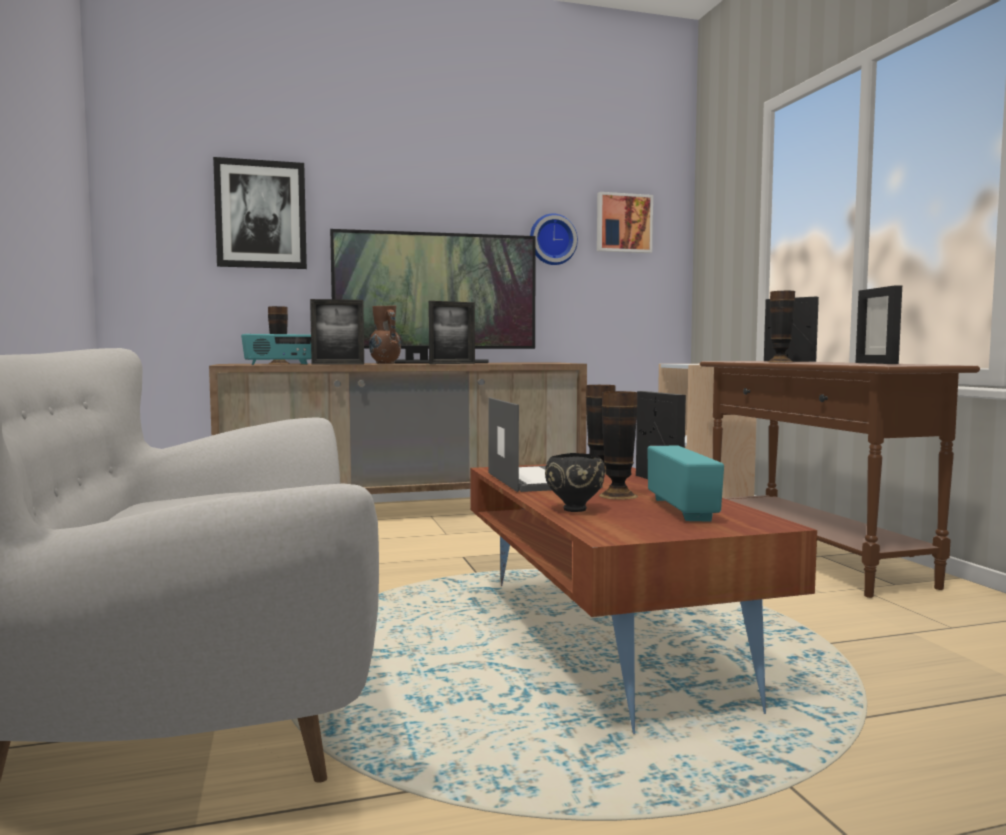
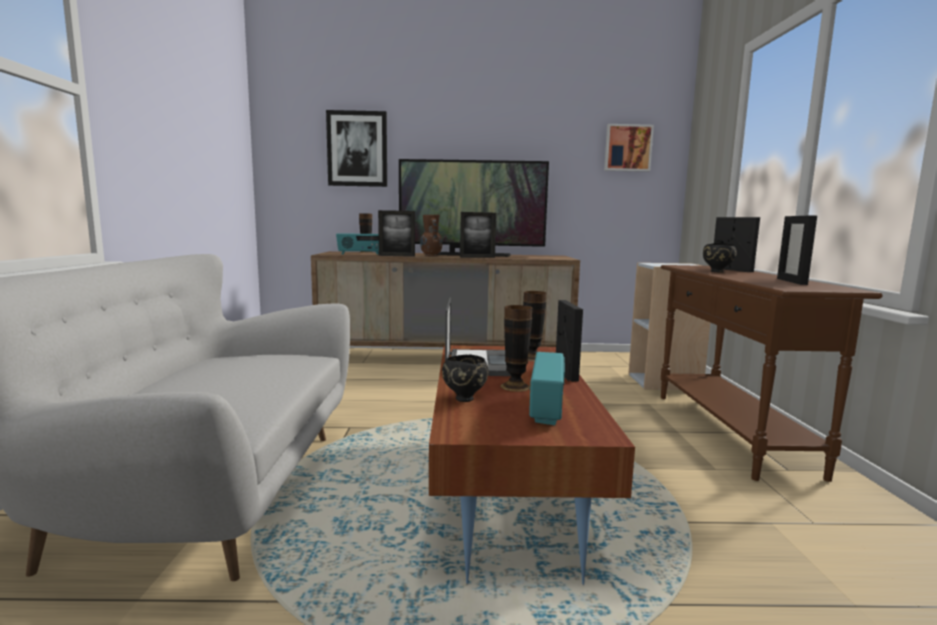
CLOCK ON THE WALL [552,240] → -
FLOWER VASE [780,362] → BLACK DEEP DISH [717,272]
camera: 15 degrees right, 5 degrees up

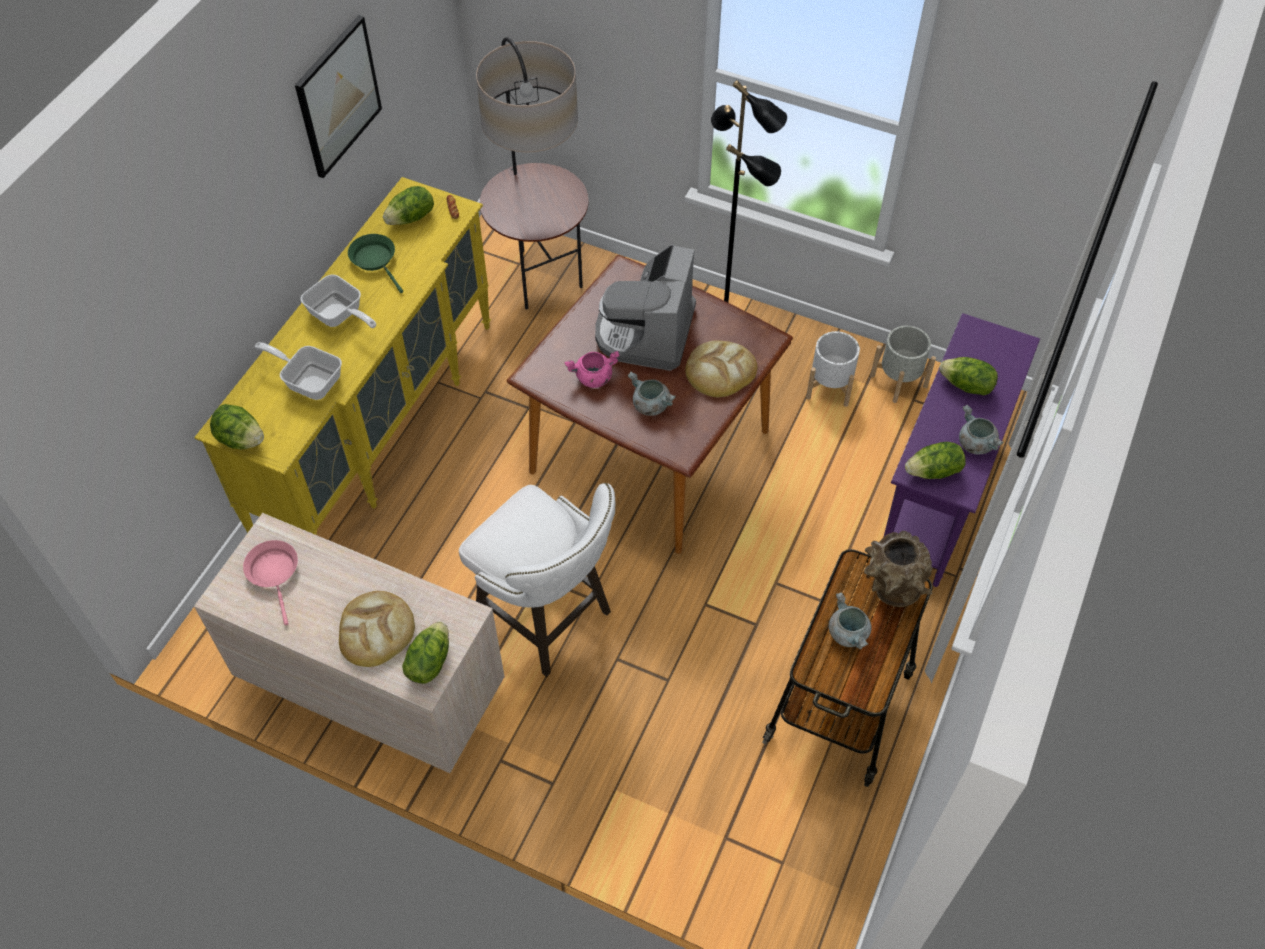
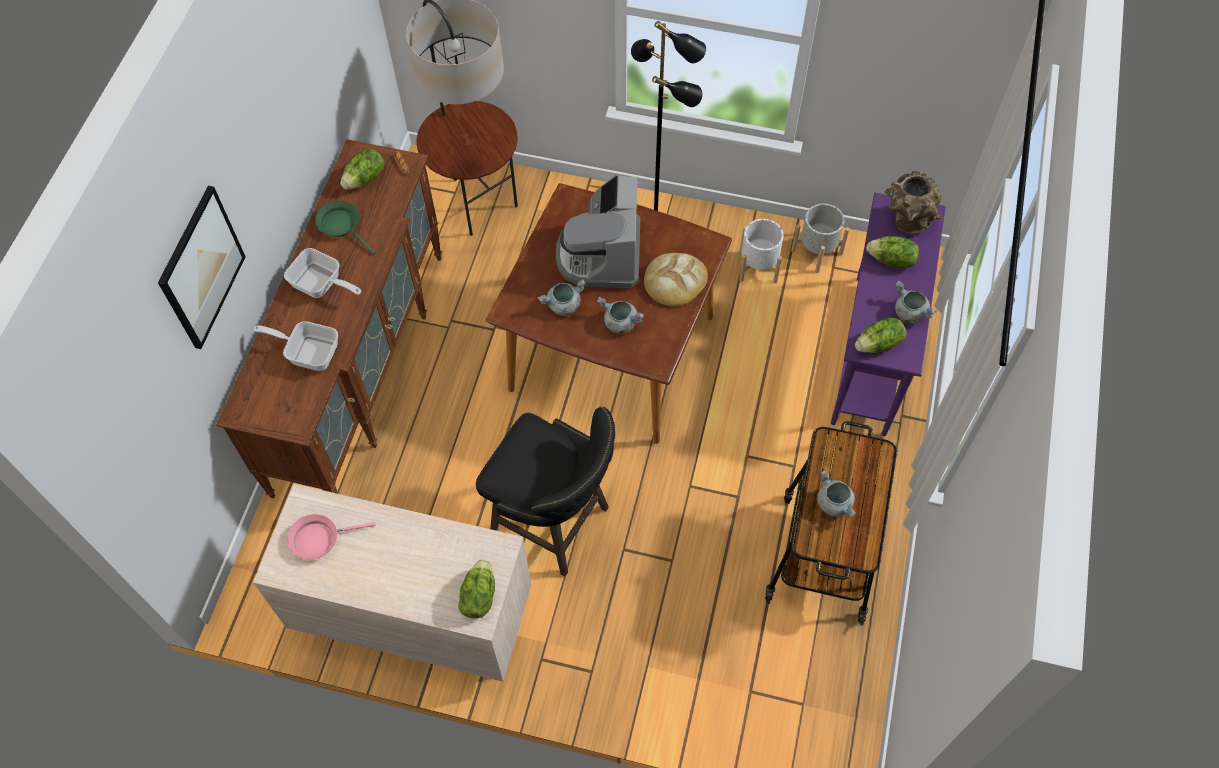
LETTUCE [241,440] → -
BREAD [376,630] → -
PICTURE [338,96] → PICTURE [201,268], move
BROWN FLOWER VASE [891,590] → BROWN FLOWER VASE [906,222], move
YELLOW-COLOURED CUPBOARD [380,428] → BROWN CUPBOARD [362,371]
WHITE-COLOURED SITTING STOOL [548,619] → BLACK SITTING STOOL [555,524]
PINK STOCKPOT [593,378] → GREY STOCKPOT [563,306]
PINK SKILLET [274,573] → PINK SKILLET [319,539], 75 degrees counterclockwise
camera: 10 degrees left, 5 degrees up

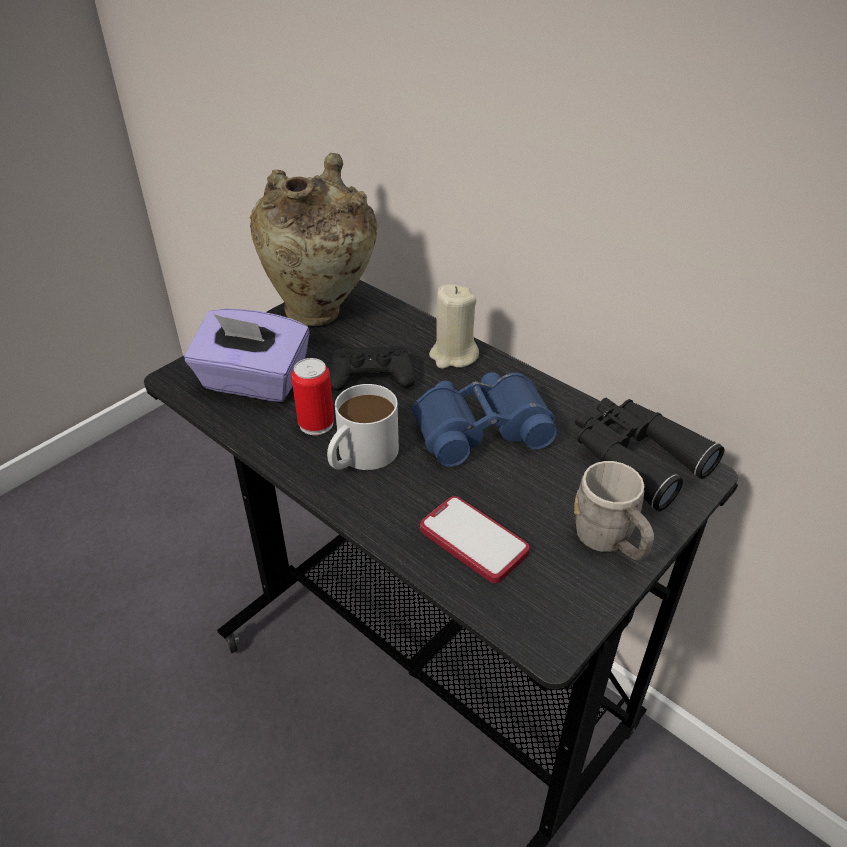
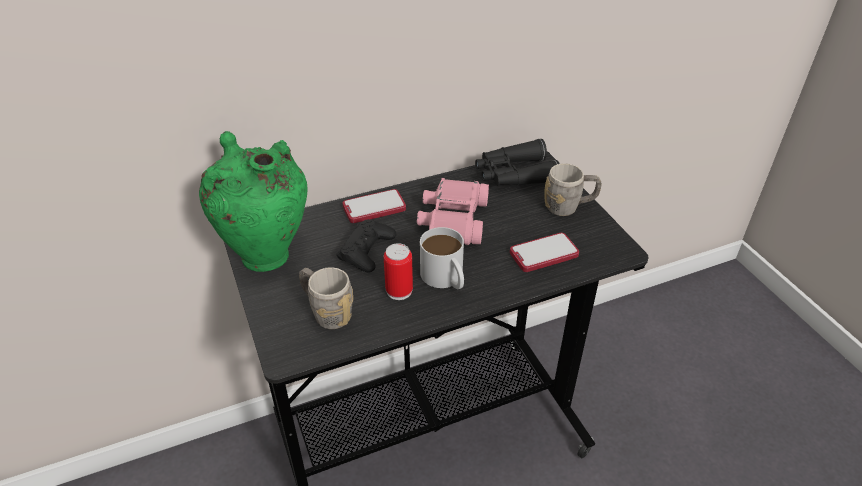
PURPLE-COLOURED BOX OF TISSUES [253,382] → GREY TEA MUG [327,312]
BEIGE WAX LIGHT [453,355] → TELEPHONE [374,208]
BEIGE FLOWER VASE [322,311] → GREENISH FLOWER VASE [267,253]
BLUE BINOCULARS [481,428] → PINK BINOCULARS [453,220]
camera: 65 degrees left, 0 degrees up

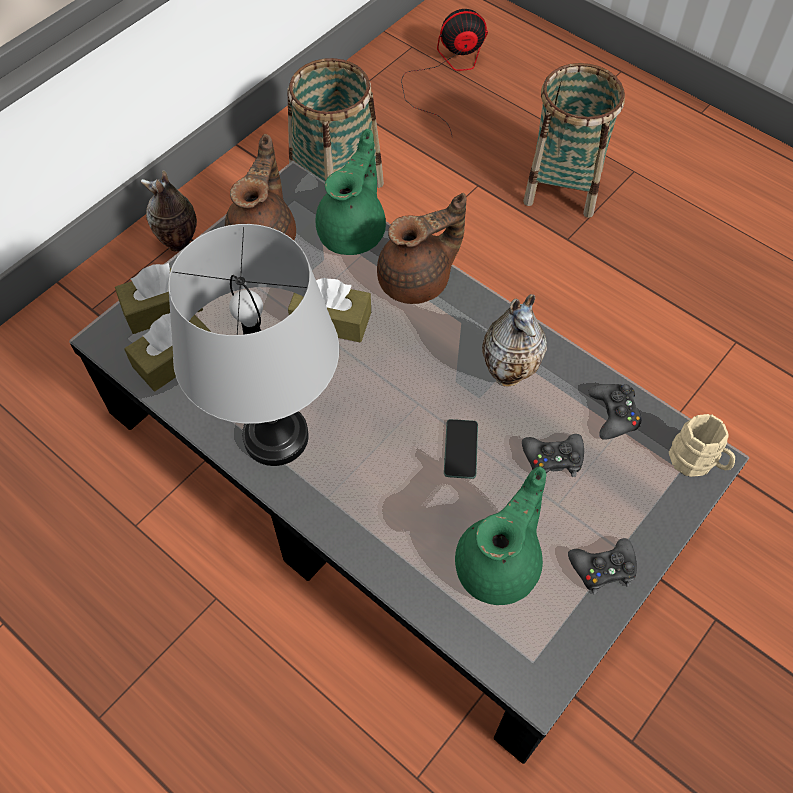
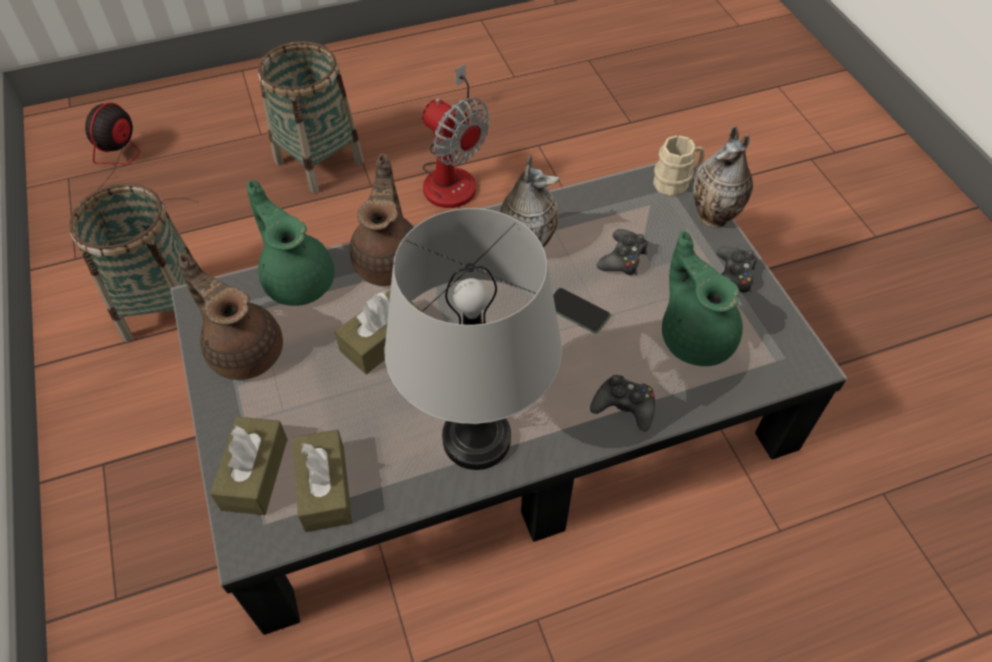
- → COOLING FAN [452,174]
FLOWER VASE [179,243] → FLOWER VASE [715,218], move
BLACK GAME CONTROLLER [614,414] → BLACK GAME CONTROLLER [624,406], move
camera: 60 degrees left, 5 degrees down

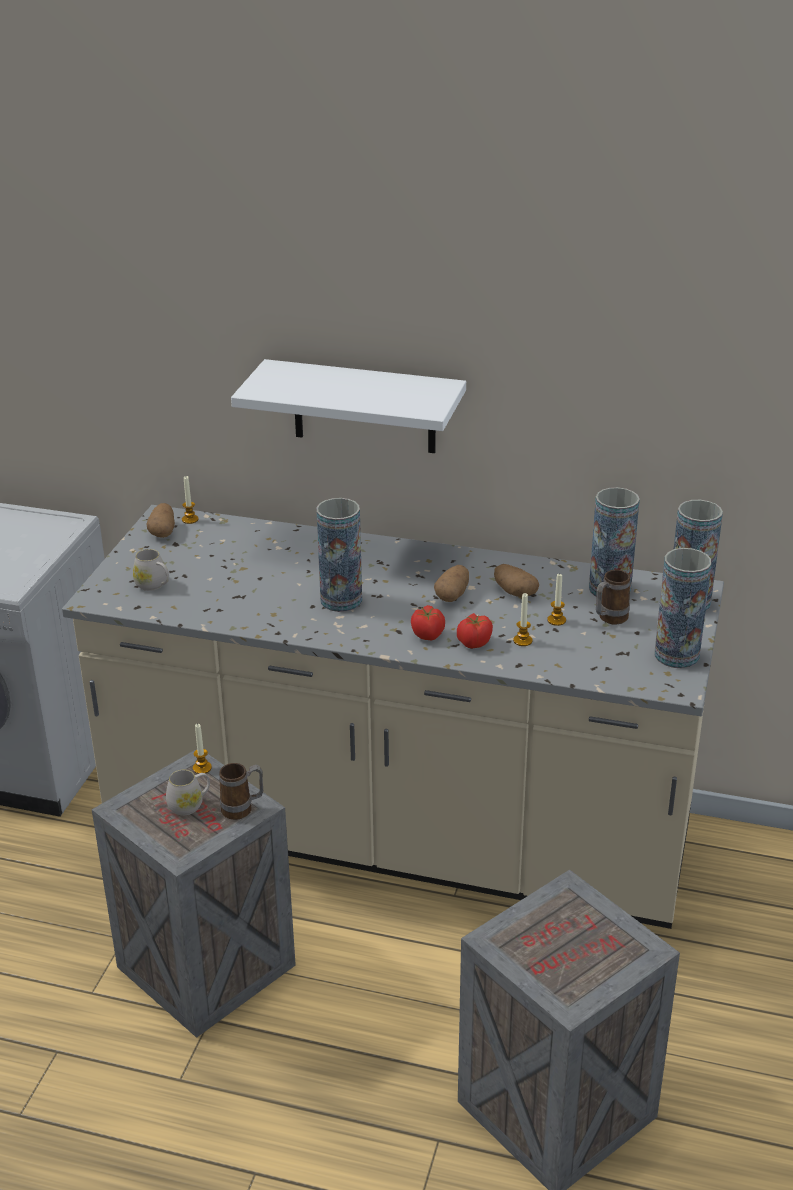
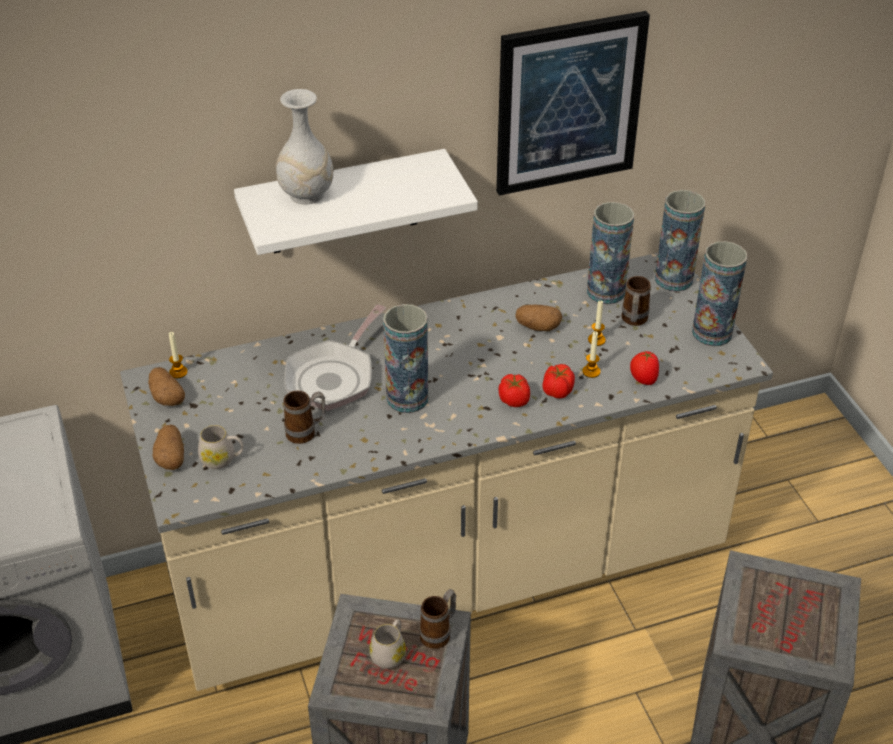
WAX LIGHT [202,768] → -
- → WHITE-COLOURED FLOWER VASE [306,195]
- → TEA MUG [306,433]
- → SKILLET [334,376]
- → PICTURE [568,103]
- → TOMATO [643,380]
POTATO [453,595] → POTATO [171,457], move
camera: 35 degrees left, 10 degrees up

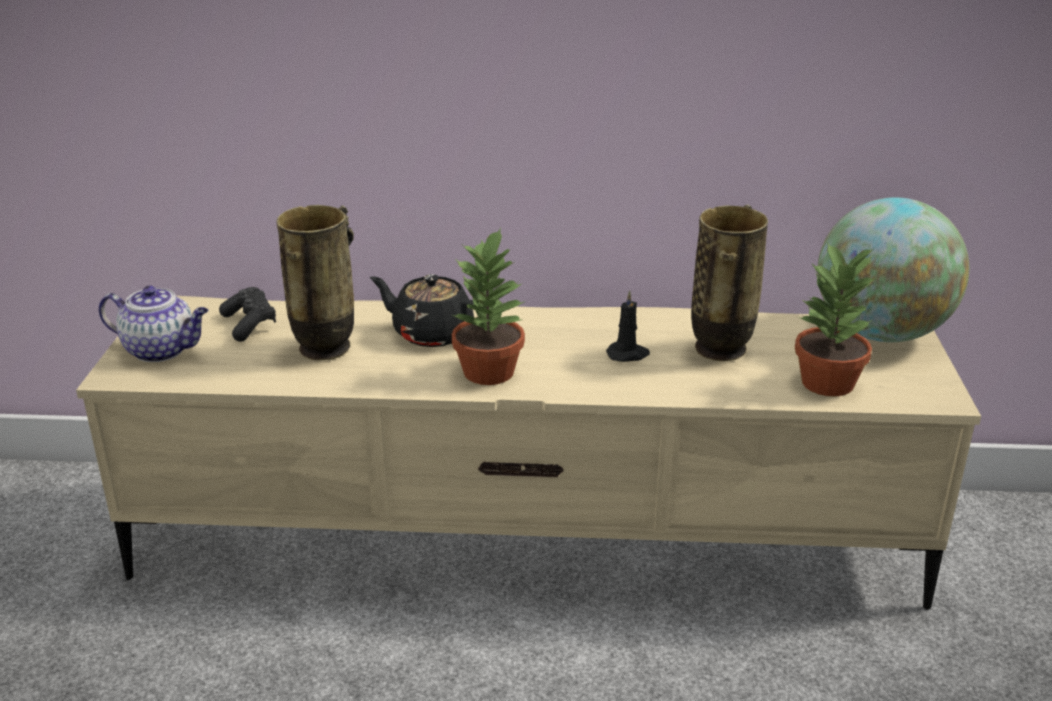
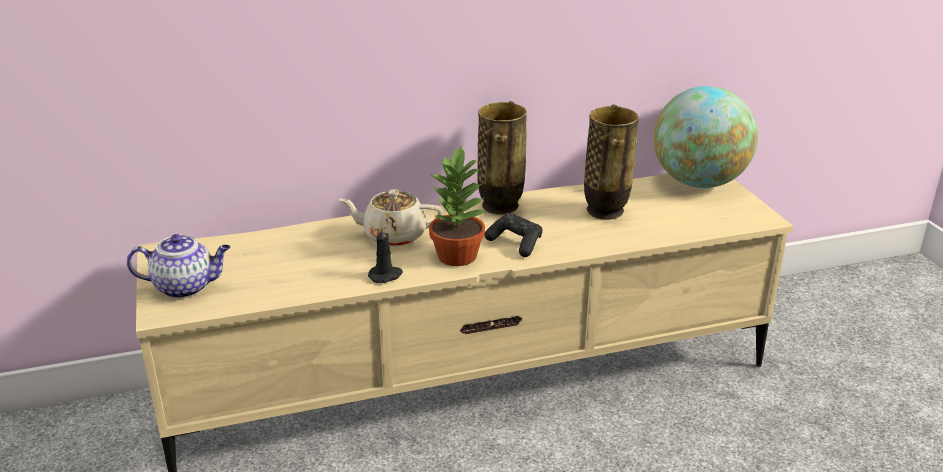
POTTED PLANT [828,384] → -
BLACK GAME CONTROLLER [249,325] → BLACK GAME CONTROLLER [515,243], move
FLOWER VASE [325,349] → FLOWER VASE [500,206], move
BLACK WAX LIGHT [628,354] → BLACK WAX LIGHT [386,275], move
BLACK POT FOR TEA [431,333] → BEIGE POT FOR TEA [393,235]
camera: 20 degrees left, 0 degrees up

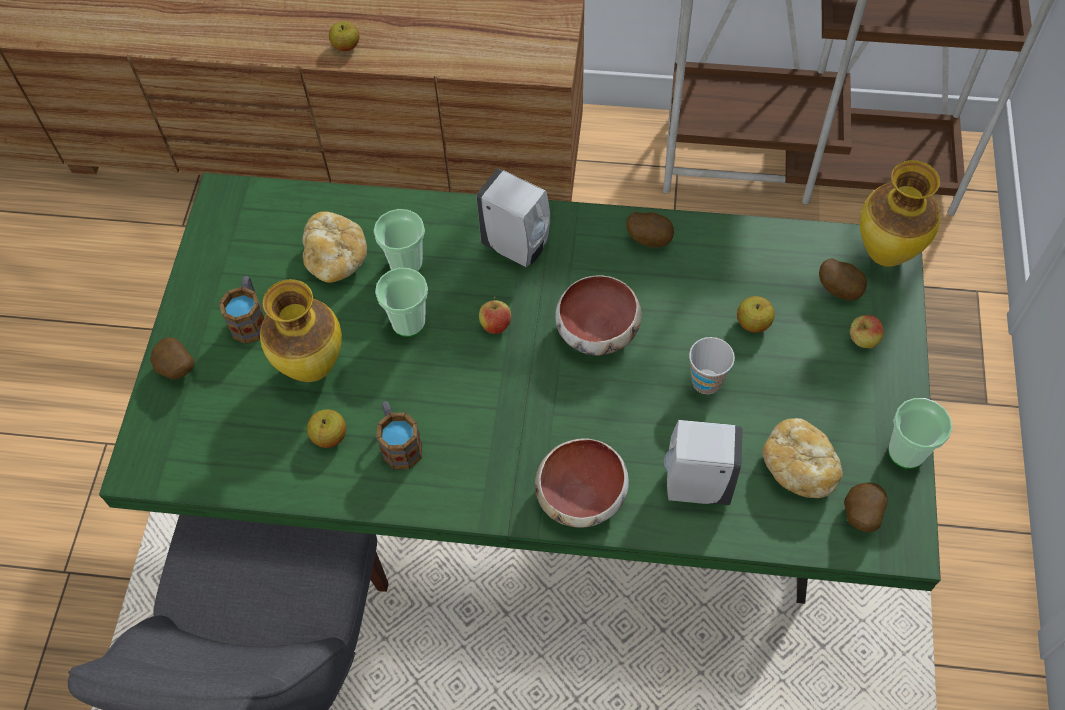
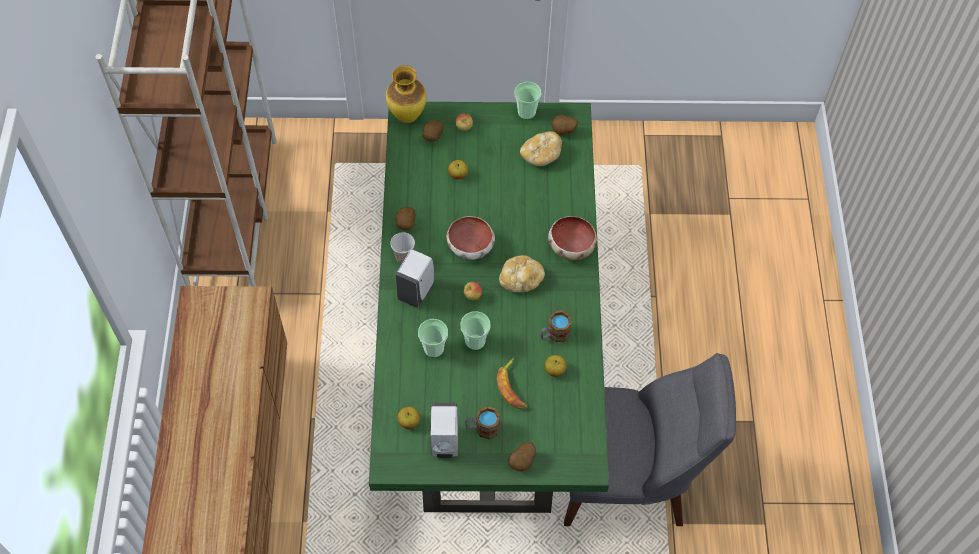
BREAD [336,258] → BREAD [521,279], move
WHOLE APPLE [346,46] → WHOLE APPLE [409,422], move
WHITE-COLOURED SOAP DISPENSER [694,485] → WHITE-COLOURED SOAP DISPENSER [445,444], move
CUP [706,381] → CUP [403,257], move
FLOWER VASE [312,369] → BANANA [512,387]
camera: 100 degrees left, 0 degrees up

